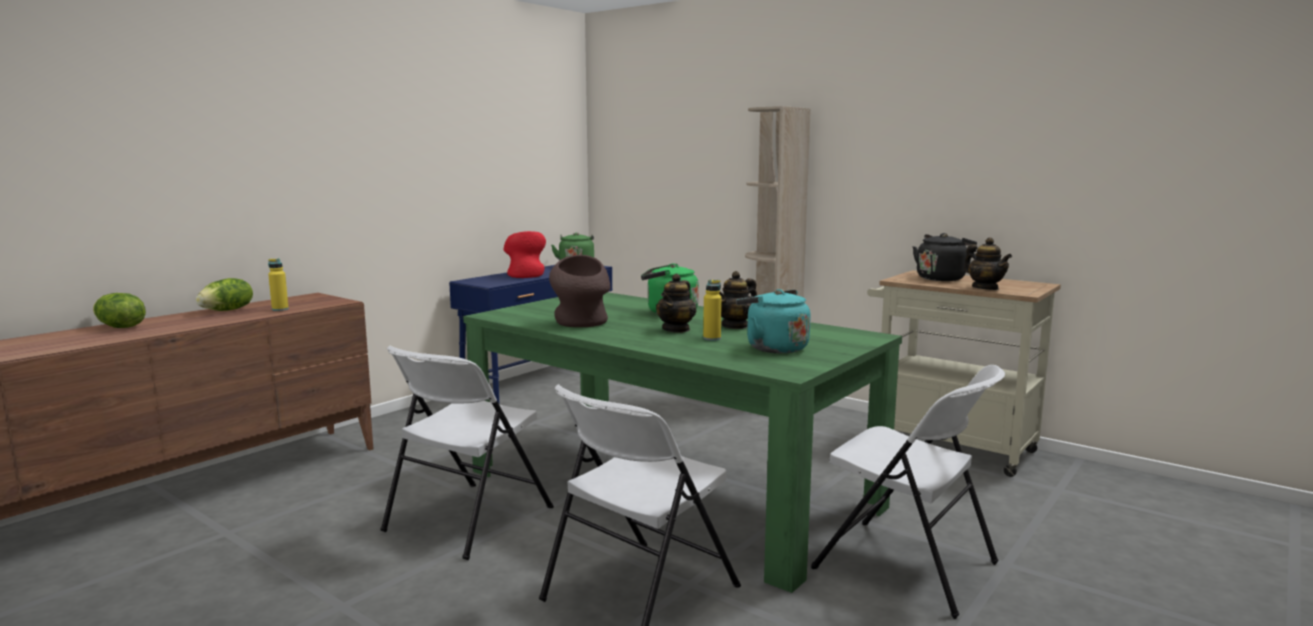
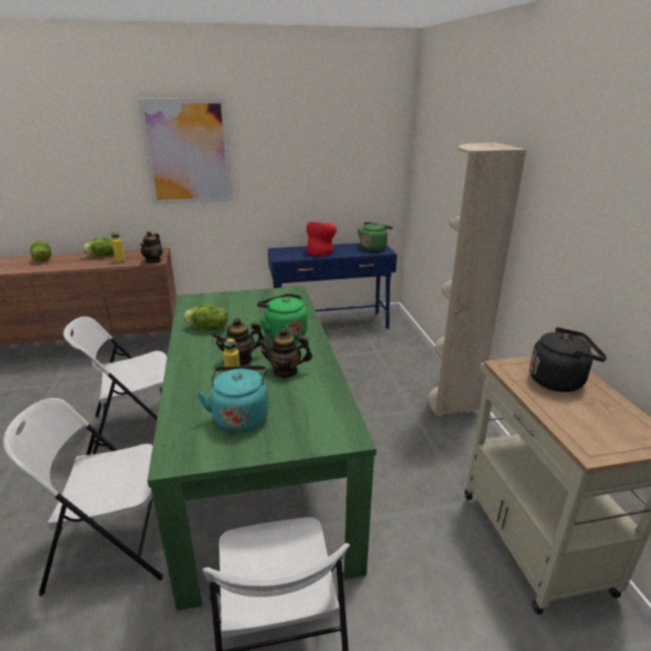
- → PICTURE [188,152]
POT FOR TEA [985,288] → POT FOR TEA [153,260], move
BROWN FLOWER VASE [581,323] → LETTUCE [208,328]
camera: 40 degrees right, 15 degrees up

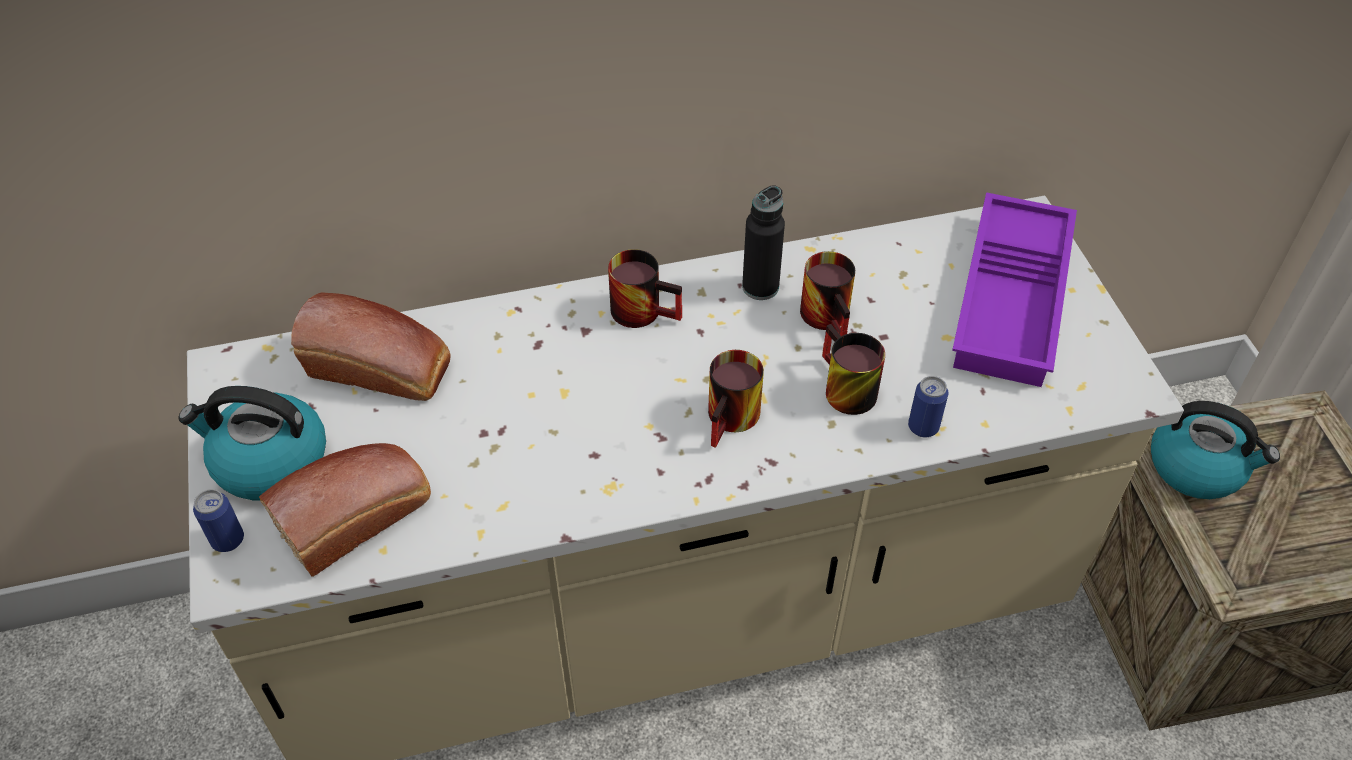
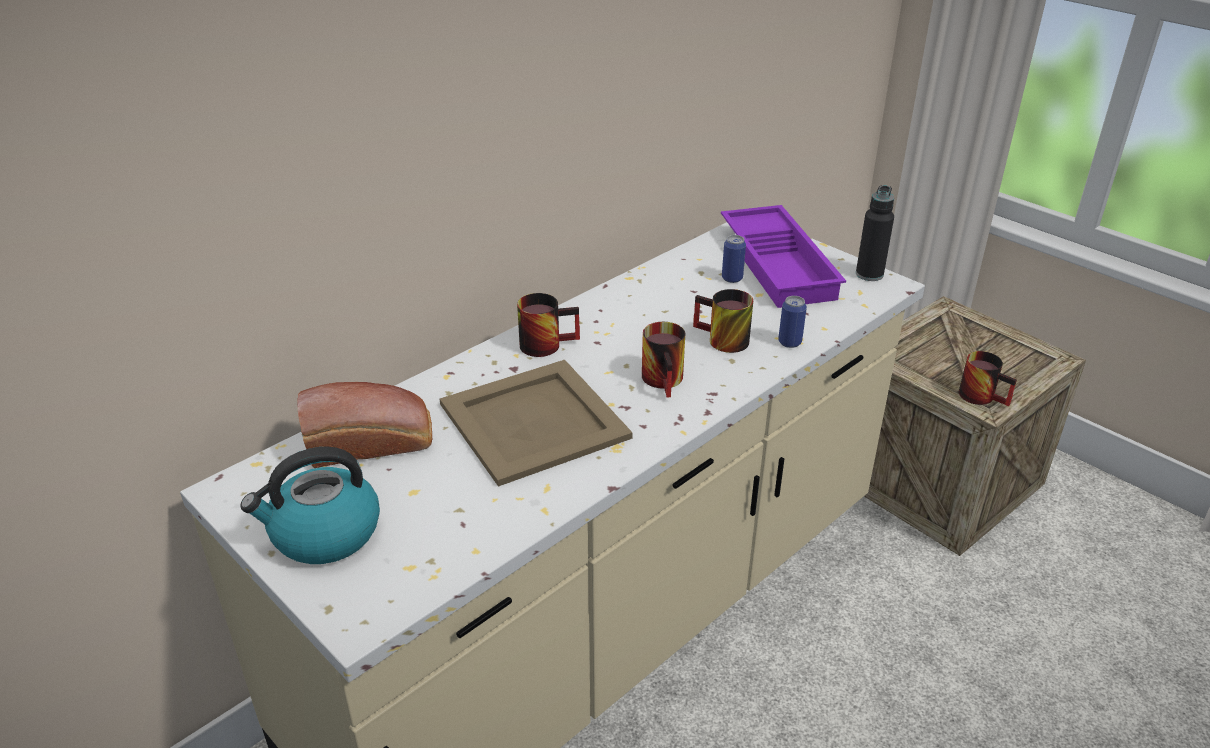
BREAD [358,516] → -
WATER KETTLE [1197,467] → -
- → BEIGE SERVING TRAY [532,420]
CAN [228,540] → CAN [732,278], move
BLACK BEVERAGE BOTTLE [760,287] → BLACK BEVERAGE BOTTLE [869,274], move
TEA MUG [832,317] → TEA MUG [983,396], move
camera: 30 degrees left, 15 degrees down

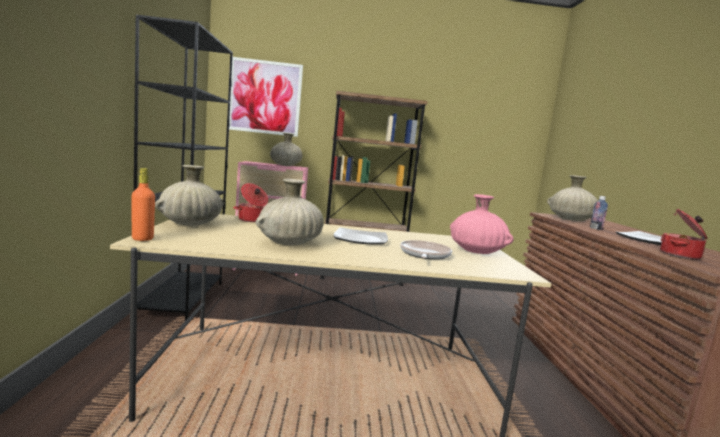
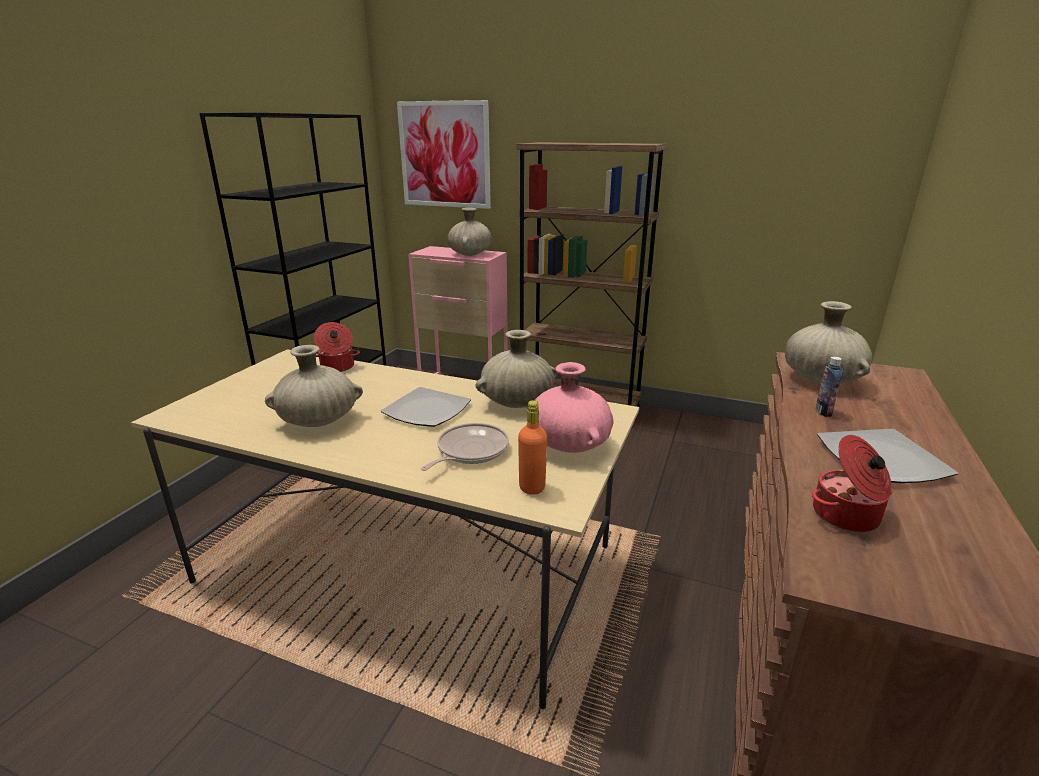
ORANGE-COLOURED BEVERAGE BOTTLE [142,239] → ORANGE-COLOURED BEVERAGE BOTTLE [532,487], move
BEIGE FLOWER VASE [190,224] → BEIGE FLOWER VASE [517,402], move
camera: 25 degrees right, 15 degrees up

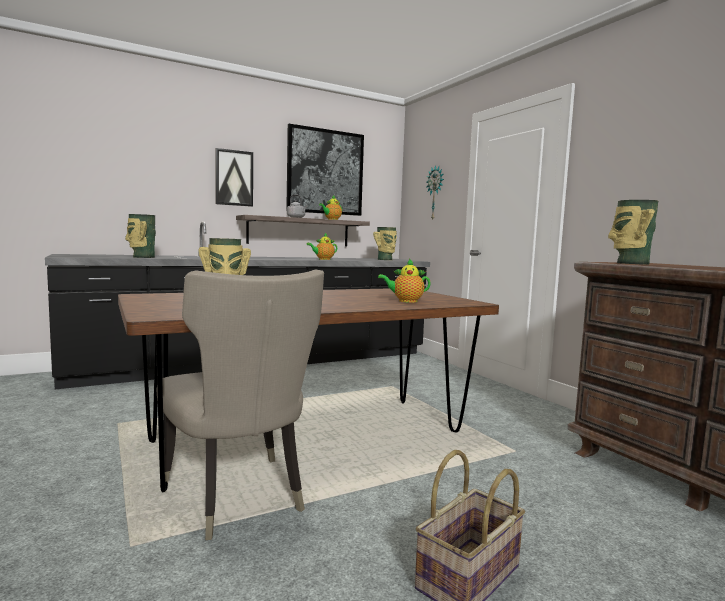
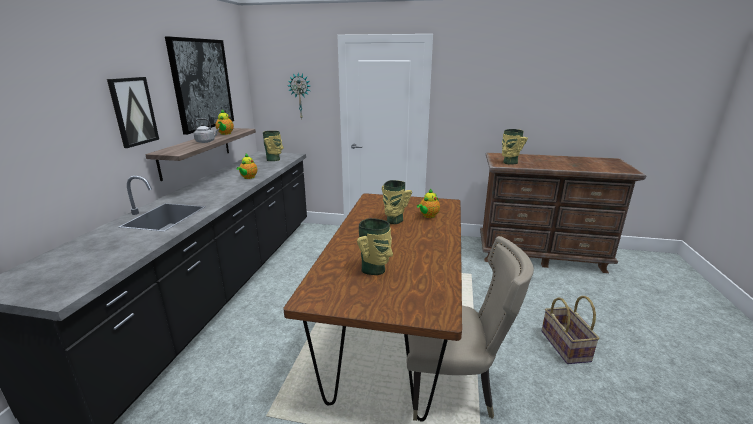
FLOWER VASE [142,257] → FLOWER VASE [393,221], move
camera: 50 degrees left, 15 degrees up

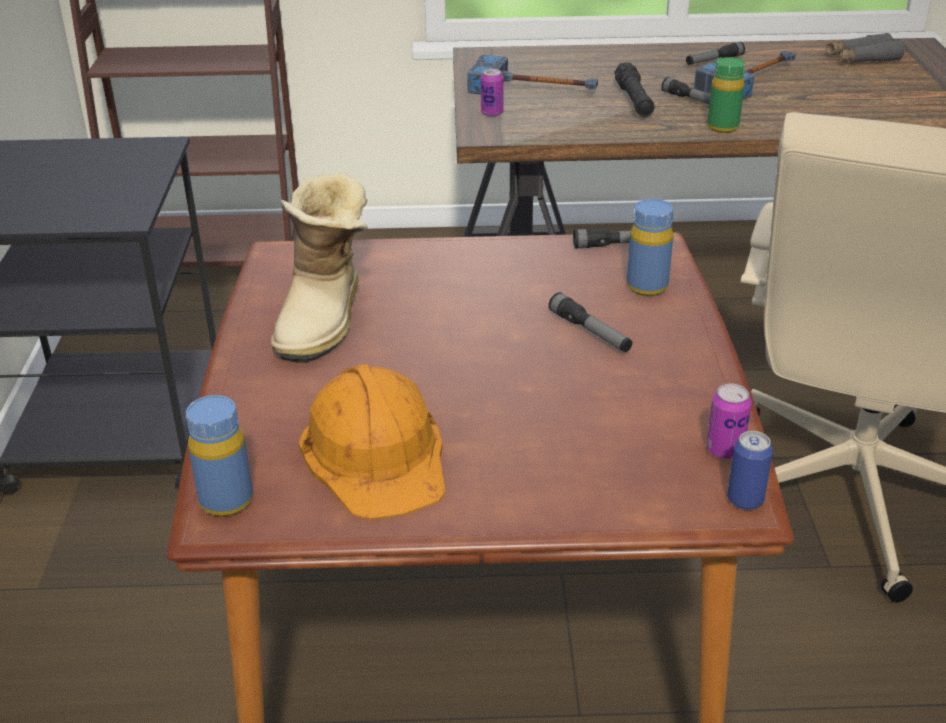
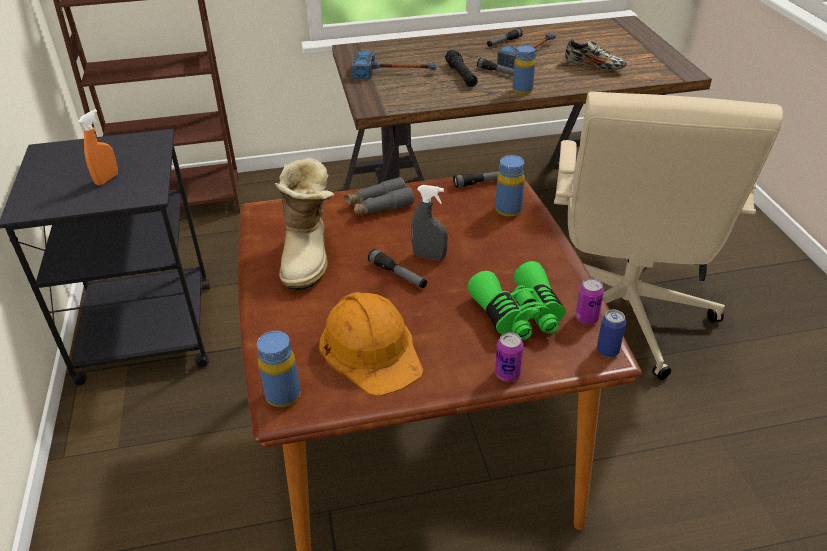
- → ORANGE-COLOURED HAND SPRAYER [107,179]
- → GREY HAND SPRAYER [429,256]
- → GREENISH BINOCULARS [519,314]
- → SHOE [594,67]
CAN [492,113] → CAN [507,374], move
TORCH [590,332] → TORCH [398,274], move
GREY BINOCULARS [862,59] → GREY BINOCULARS [378,205], move
GREENISH BEVERAGE BOTTLE [722,127] → BLUE BEVERAGE BOTTLE [522,90]
camera: 10 degrees left, 5 degrees up

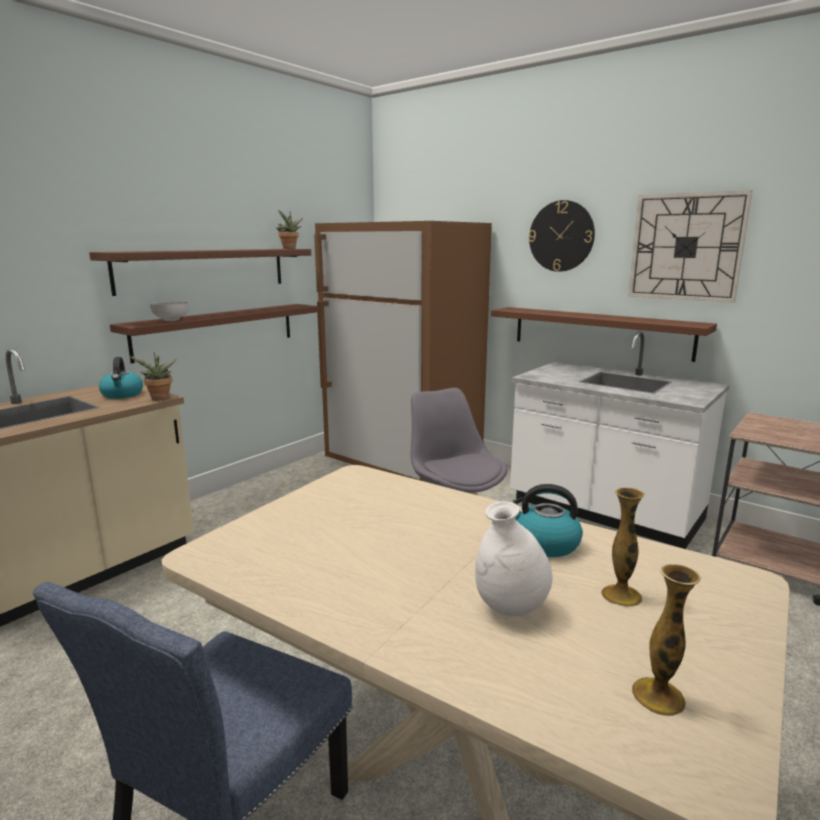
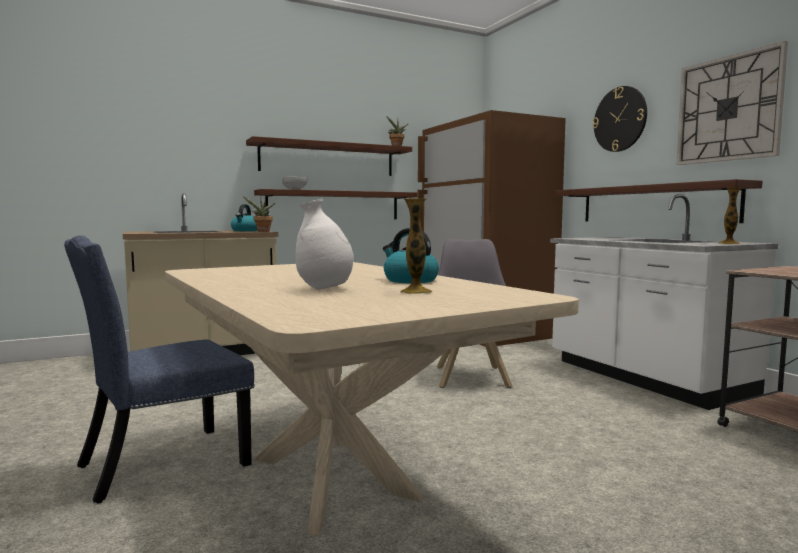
FLOWER VASE [658,696] → FLOWER VASE [729,243], move
camera: 25 degrees right, 10 degrees down

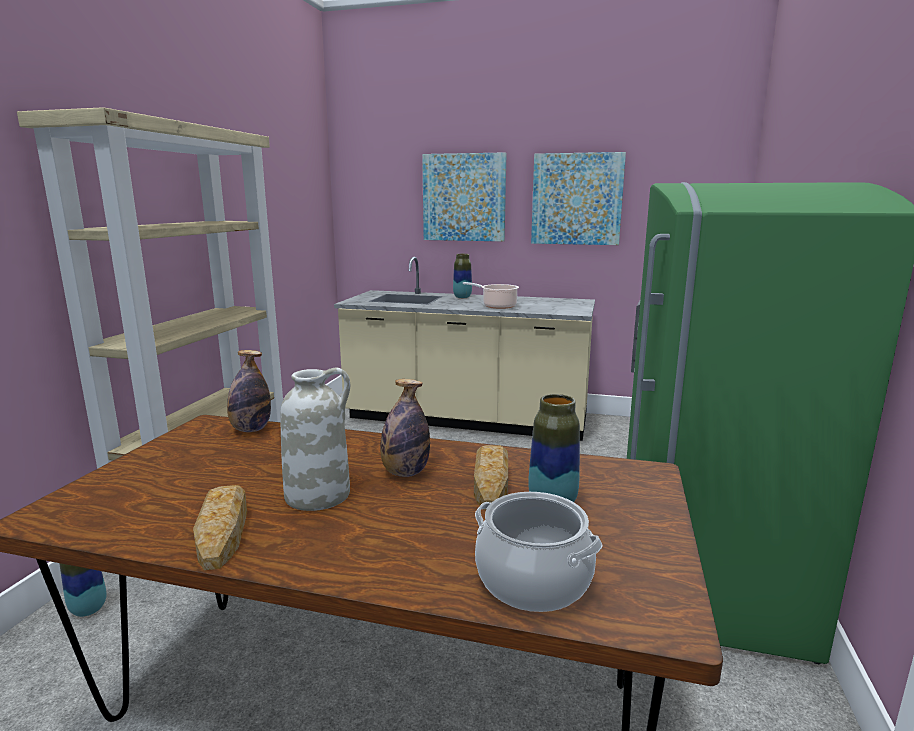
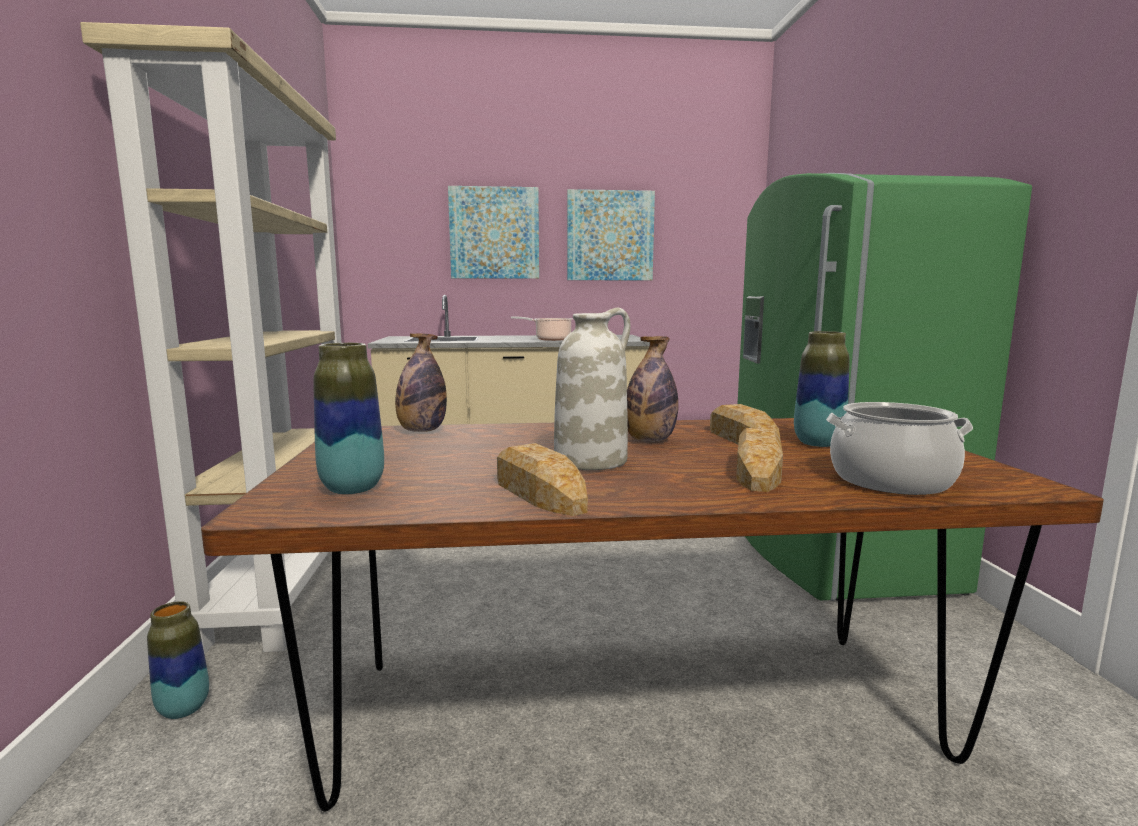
- → BREAD [758,471]
FLOWER VASE [462,297] → FLOWER VASE [352,488], move
camera: 20 degrees left, 5 degrees down

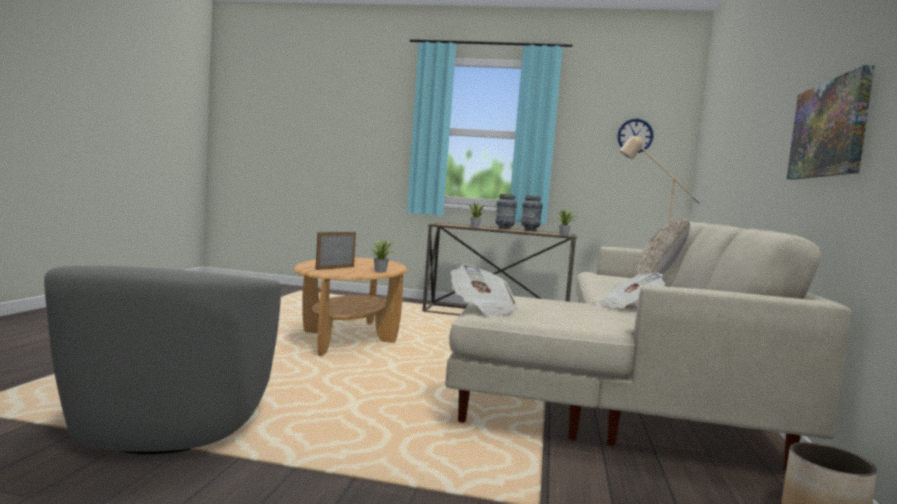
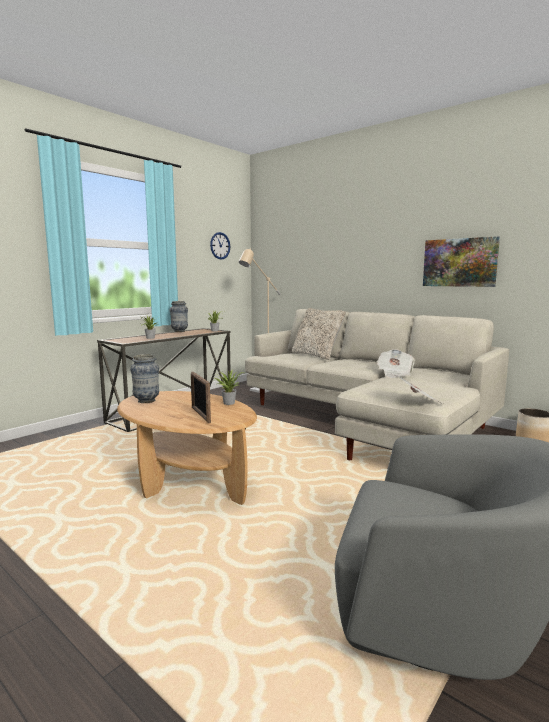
FLOWER VASE [504,228] → FLOWER VASE [146,401], move
camera: 60 degrees left, 5 degrees up

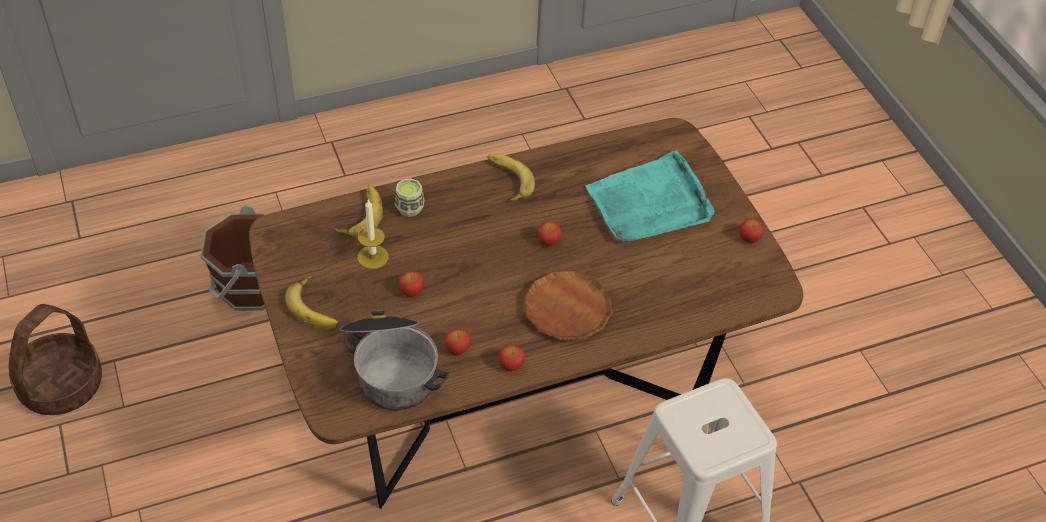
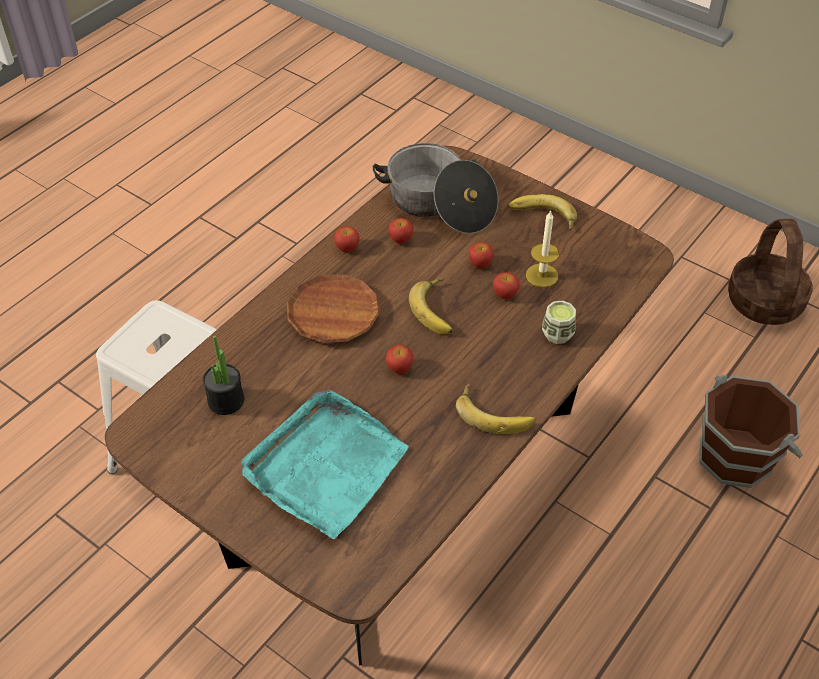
- → POTTED PLANT [226,400]
BANANA [359,215] → BANANA [437,309], move
WHOLE APPLE [749,238] → WHOLE APPLE [505,294], move
camera: 150 degrees right, 0 degrees up

